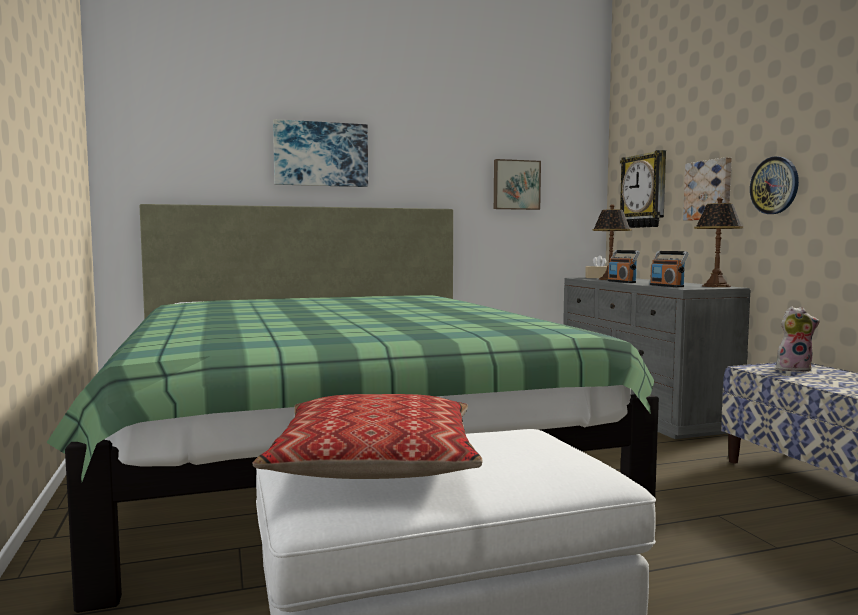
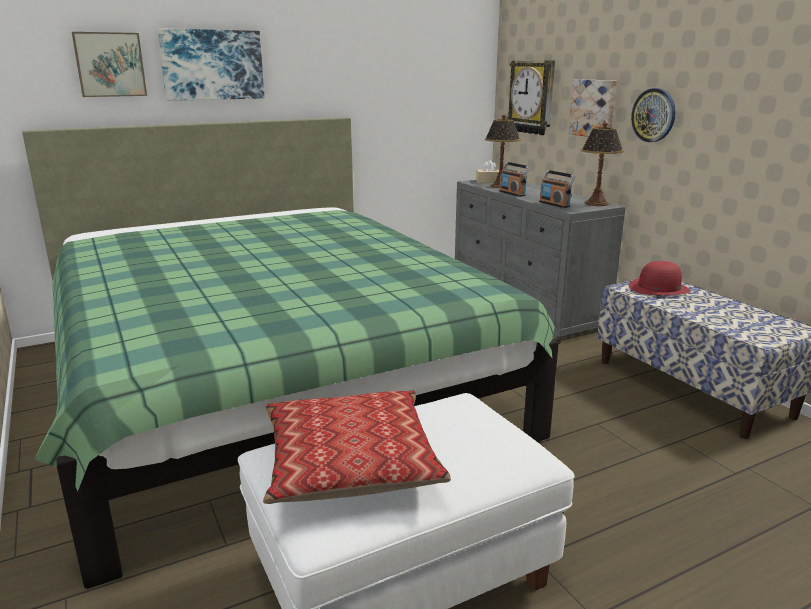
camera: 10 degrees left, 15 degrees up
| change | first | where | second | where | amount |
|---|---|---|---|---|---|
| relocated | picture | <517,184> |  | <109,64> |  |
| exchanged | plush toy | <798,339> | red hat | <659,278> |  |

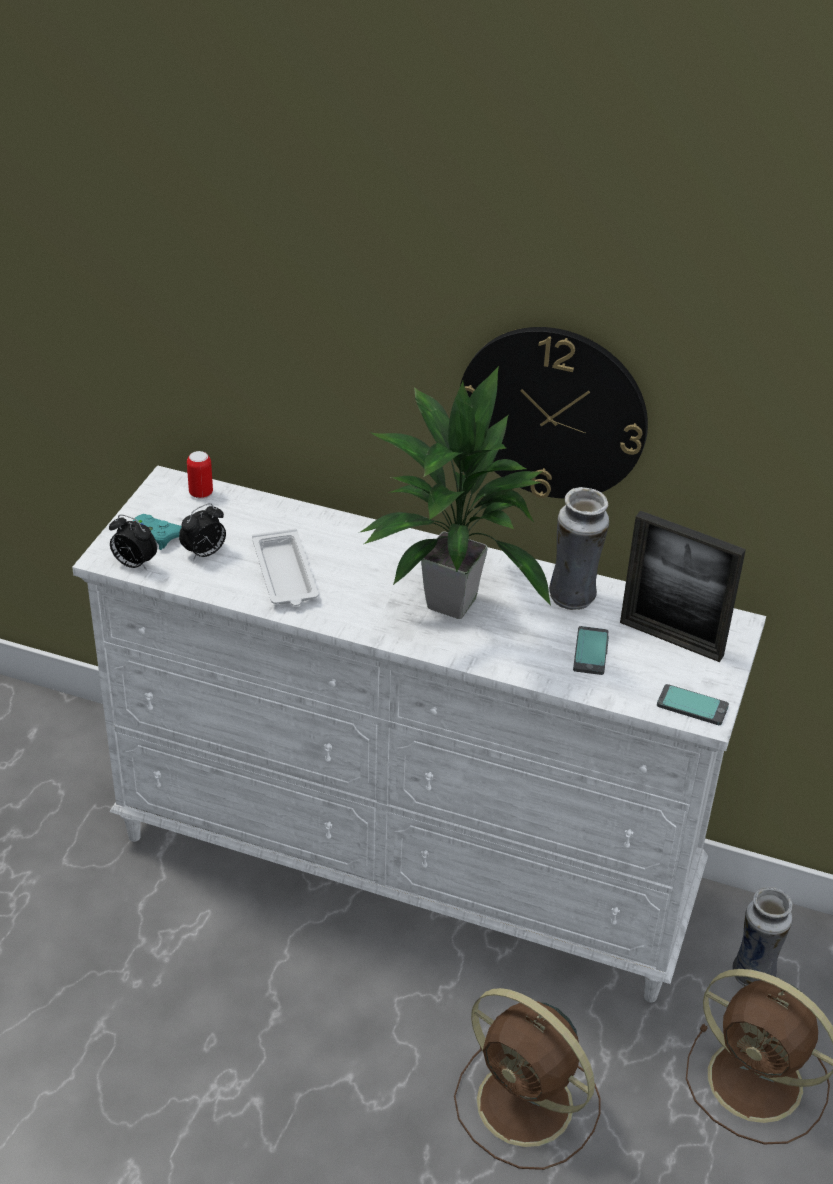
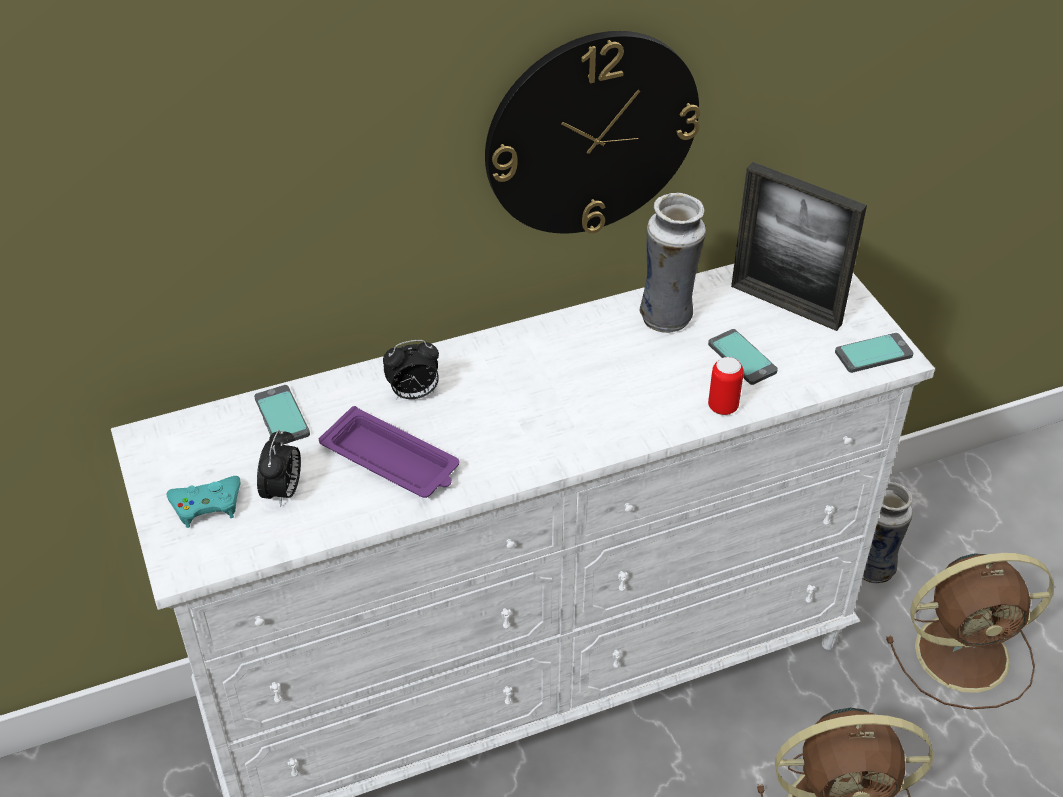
camera: 40 degrees left, 5 degrees up
| change | first | where | second | where | amount |
|---|---|---|---|---|---|
| relocated | alarm clock | <133,543> |  | <411,369> |  |
| relocated | can | <200,475> |  | <726,386> |  |
| colour | white tray | <285,567> | purple tray | <389,452> |  |
| missing | potted plant | <455,492> |  |  |  |
| spun | picture frame | <683,586> |  | <799,246> | 45 degrees clockwise |
| appeared |  |  | phone | <282,415> |  |

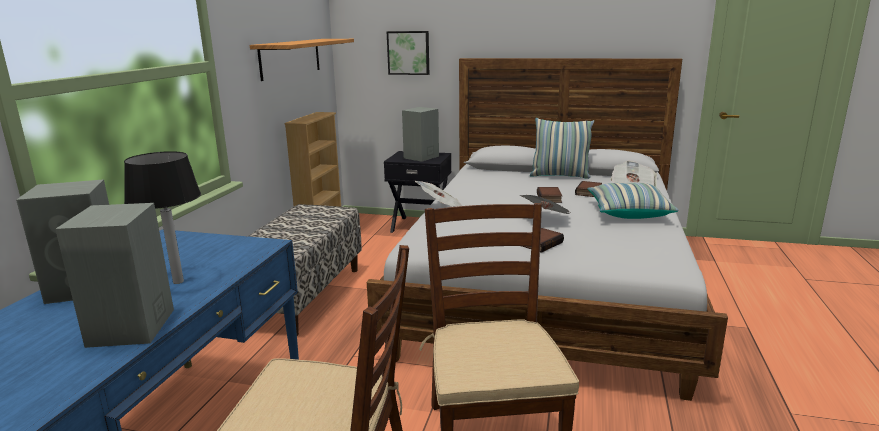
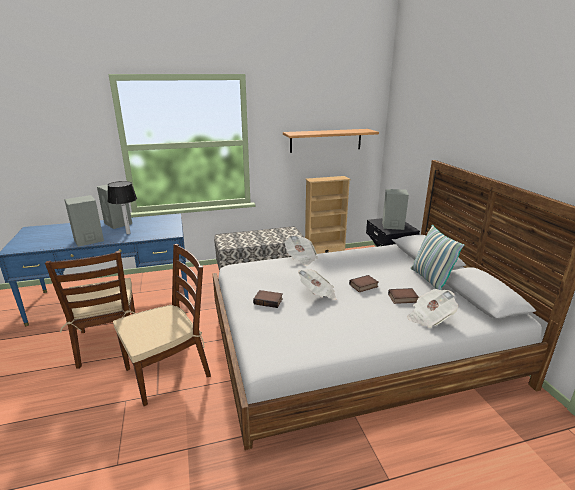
camera: 60 degrees right, 5 degrees up
| change | first | where | second | where | amount |
|---|---|---|---|---|---|
| missing | picture | <408,53> |  |  |  |
| missing | pillow | <633,201> |  |  |  |

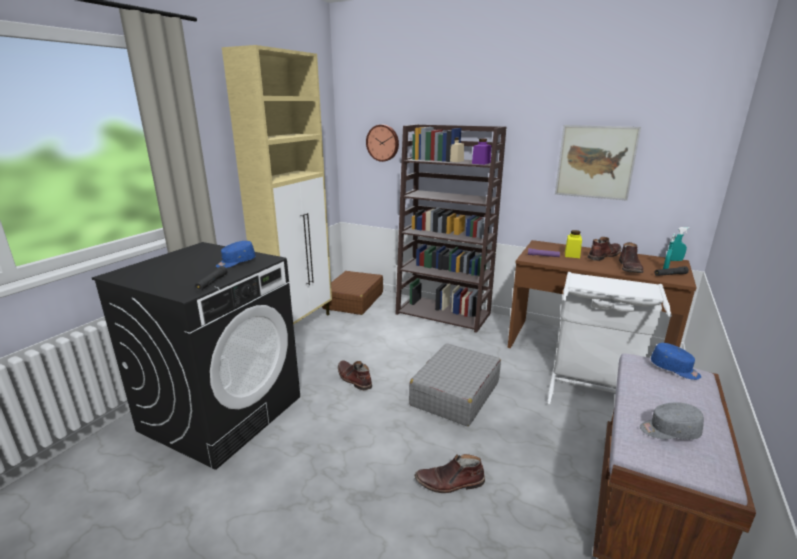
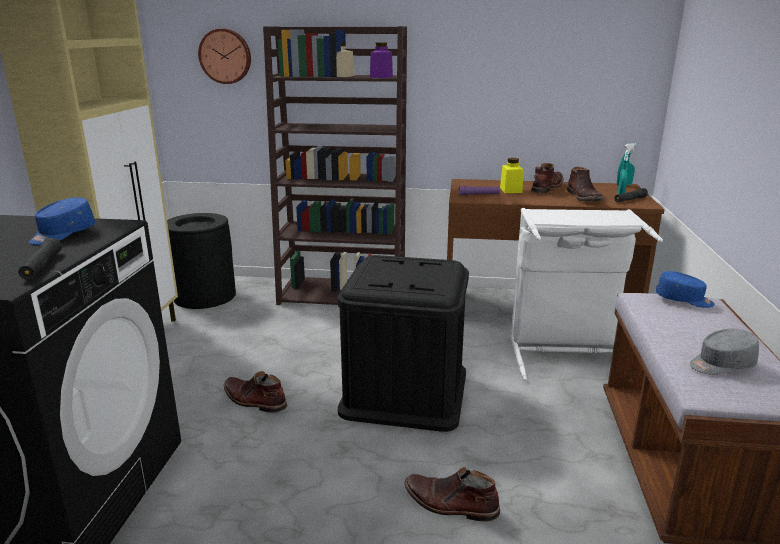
camera: 20 degrees left, 0 degrees up
| change | first | where | second | where | amount |
|---|---|---|---|---|---|
| exchanged | brown suitcase | <352,293> | black trash can | <201,261> |  |
| exchanged | grey suitcase | <455,384> | black storage box | <403,343> |  |
| spun | brown boot | <450,473> |  | <452,494> | 45 degrees clockwise |
| missing | picture | <598,163> |  |  |  |

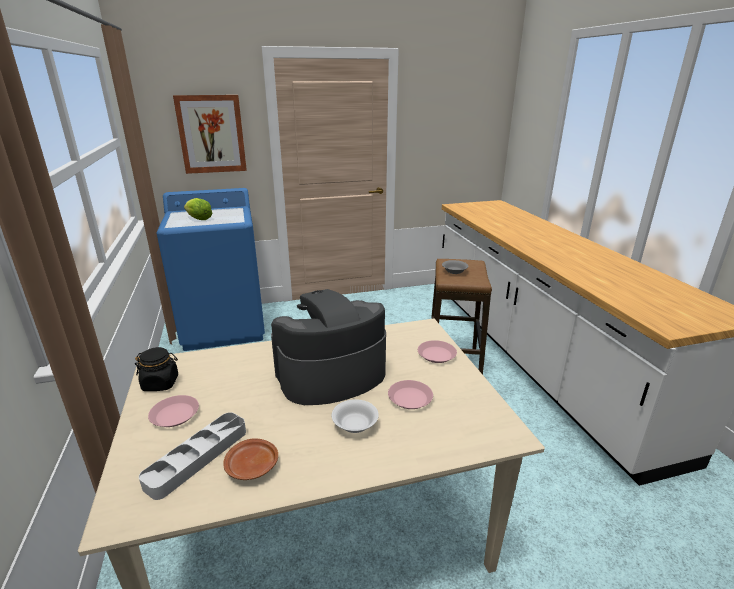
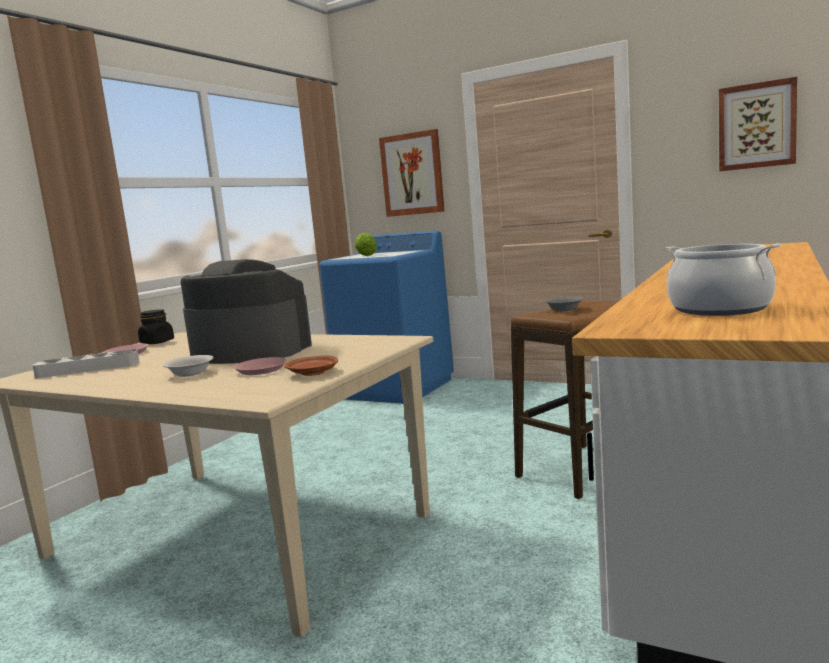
camera: 45 degrees right, 15 degrees down
| change | first | where | second | where | amount |
|---|---|---|---|---|---|
| relocated | brown plate | <250,459> |  | <311,366> |  |
| missing | pink plate | <437,351> |  |  |  |
| appeared |  |  | cooking pot | <722,279> |  |
| appeared |  |  | picture | <758,124> |  |

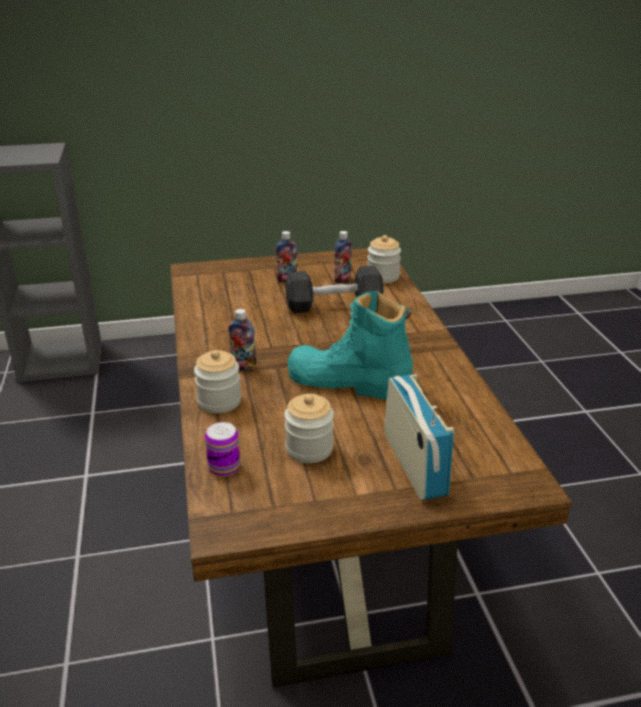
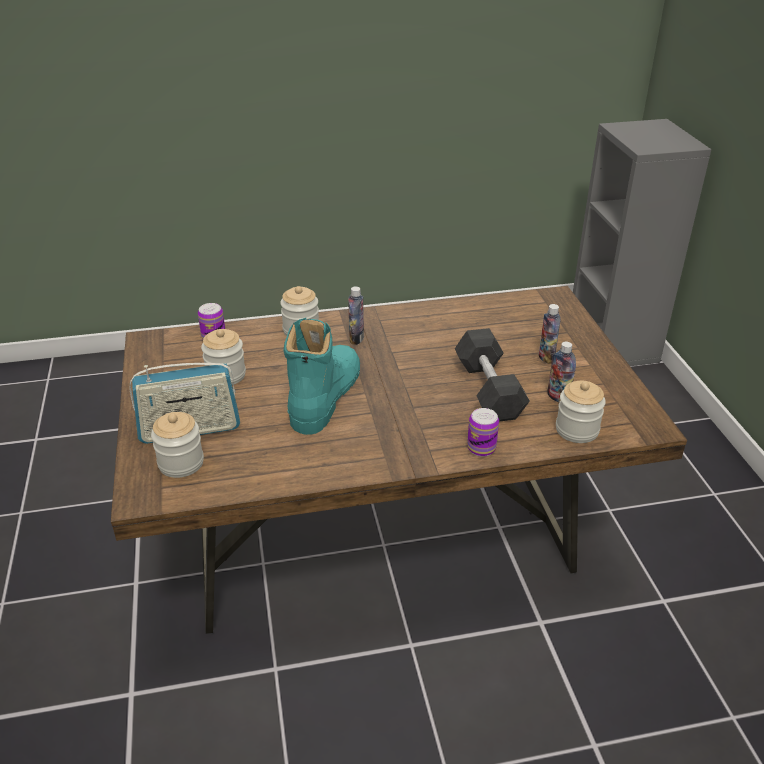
camera: 90 degrees right, 5 degrees up
| change | first | where | second | where | amount |
|---|---|---|---|---|---|
| appeared |  |  | jar | <177,445> |  |
| appeared |  |  | can | <483,432> |  |

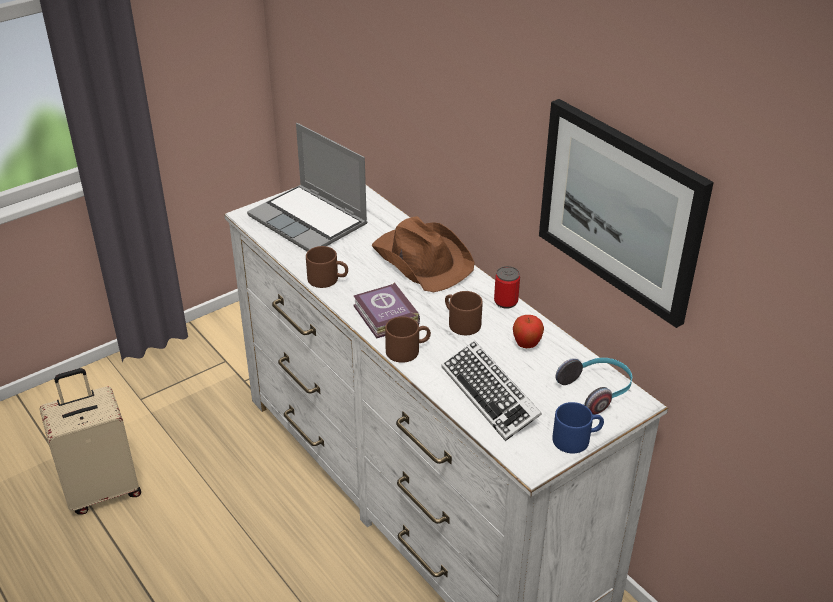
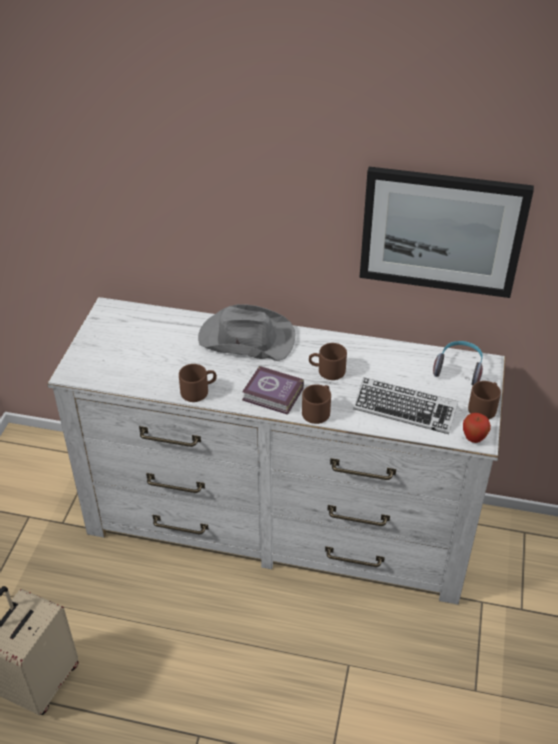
camera: 40 degrees left, 5 degrees up
| change | first | where | second | where | amount |
|---|---|---|---|---|---|
| missing | laptop | <307,187> |  |  |  |
| colour | brown hat | <423,254> | grey hat | <247,332> |  |
| missing | can | <507,287> |  |  |  |
| relocated | apple | <528,331> |  | <477,428> |  |
| colour | blue mug | <578,428> | brown mug | <484,400> |  |

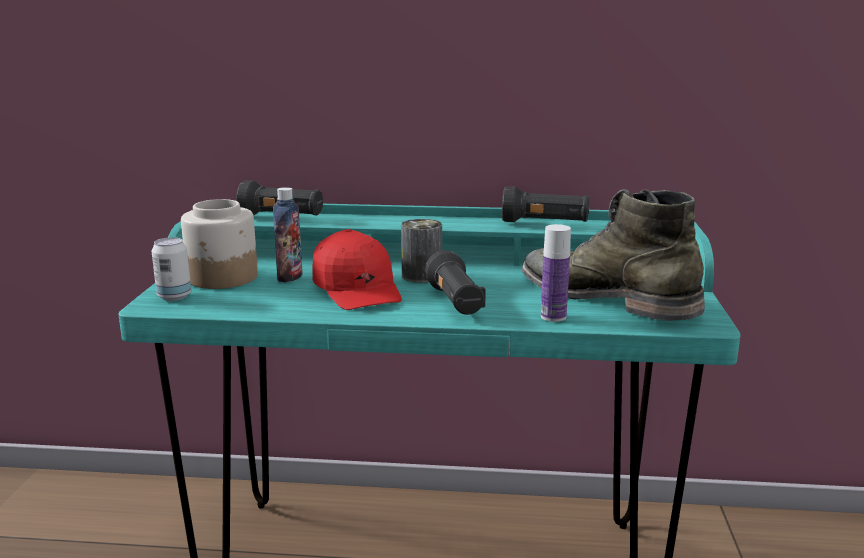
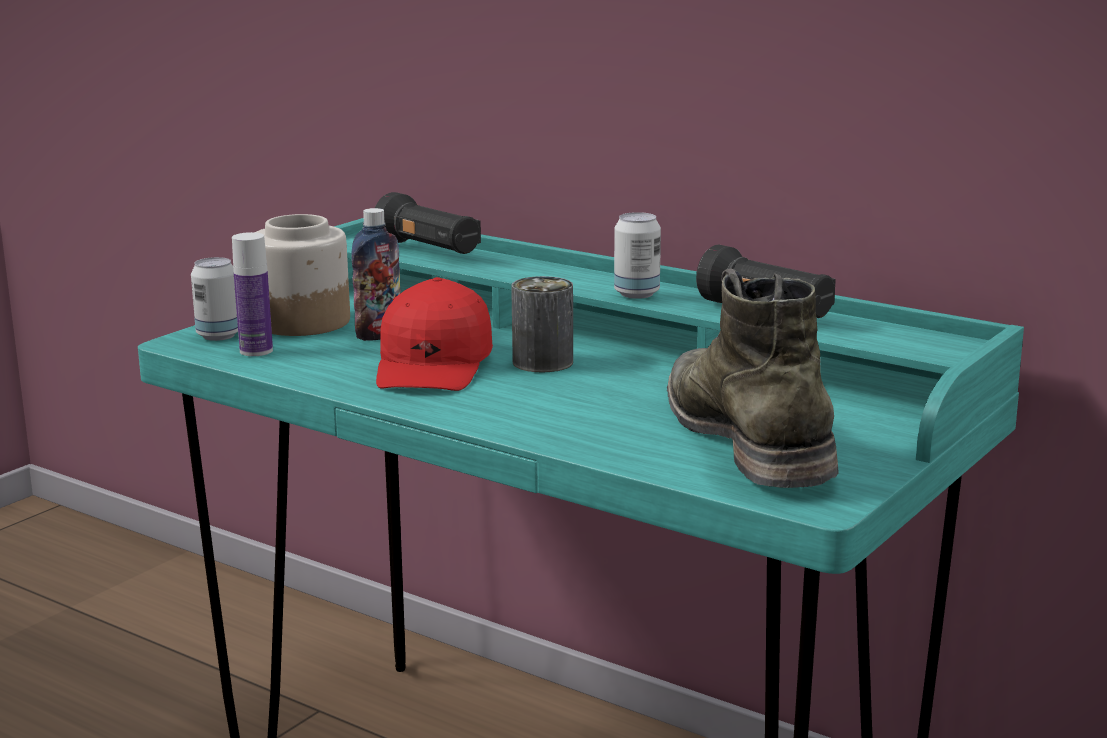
camera: 30 degrees right, 0 degrees up
| change | first | where | second | where | amount |
|---|---|---|---|---|---|
| missing | black flashlight | <455,282> |  |  |  |
| relocated | bottle | <556,273> |  | <252,294> |  |
| appeared |  |  | can | <637,255> |  |

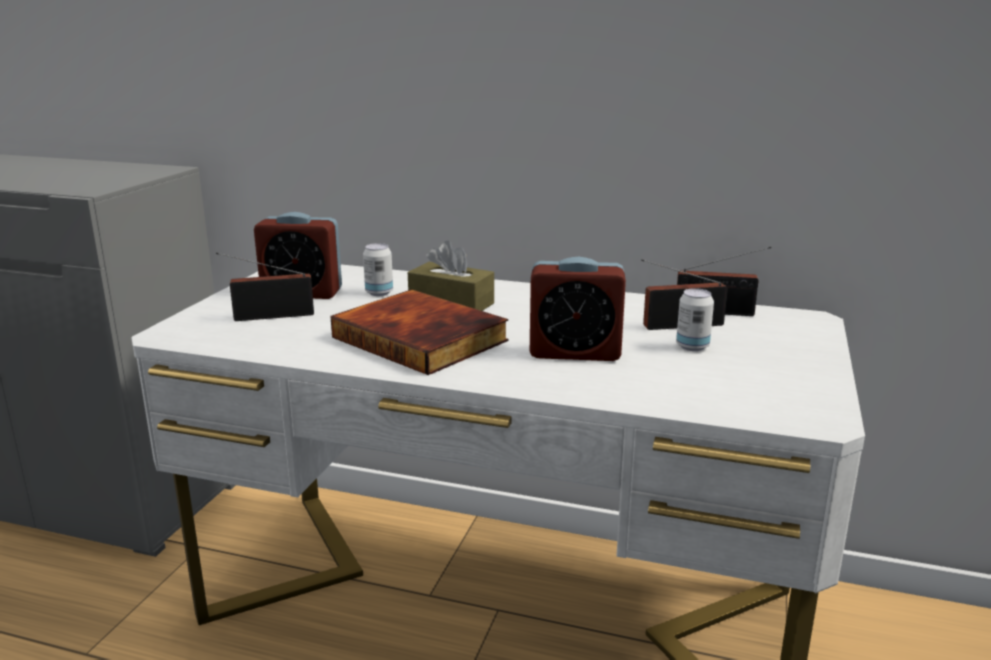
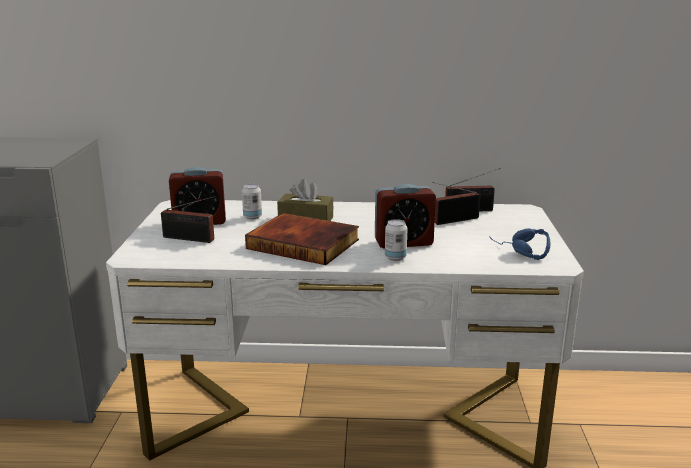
camera: 15 degrees left, 0 degrees up
| change | first | where | second | where | amount |
|---|---|---|---|---|---|
| spun | radio | <265,286> |  | <188,219> | 135 degrees counterclockwise |
| relocated | can | <695,319> |  | <396,240> |  |
| appeared |  |  | blue headphones | <520,244> |  |

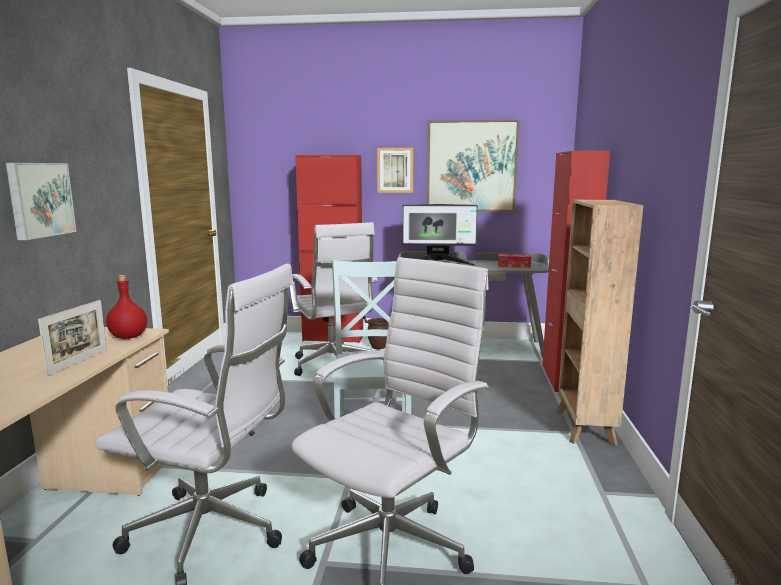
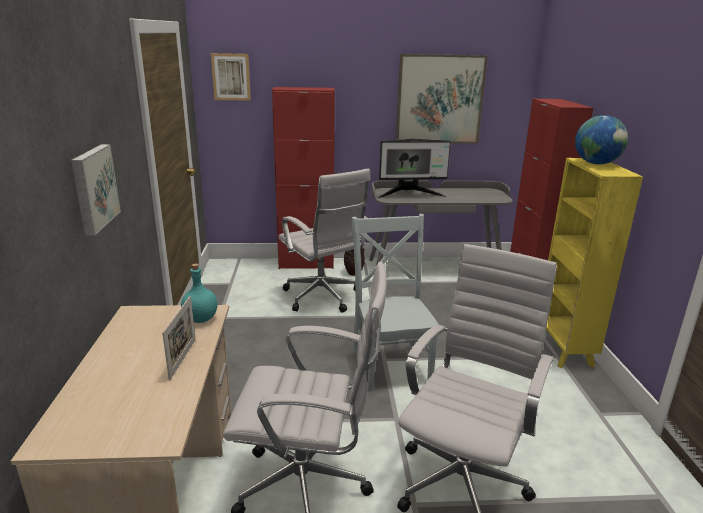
camera: 10 degrees left, 10 degrees up
| change | first | where | second | where | amount |
|---|---|---|---|---|---|
| colour | red bottle | <126,307> | turquoise bottle | <199,293> |  |
| relocated | picture | <395,170> |  | <231,77> |  |
| missing | tissue box | <514,261> |  |  |  |
| colour | brown bookcase | <599,323> | yellow bookcase | <594,263> |  |
| appeared |  |  | globe | <601,140> |  |

